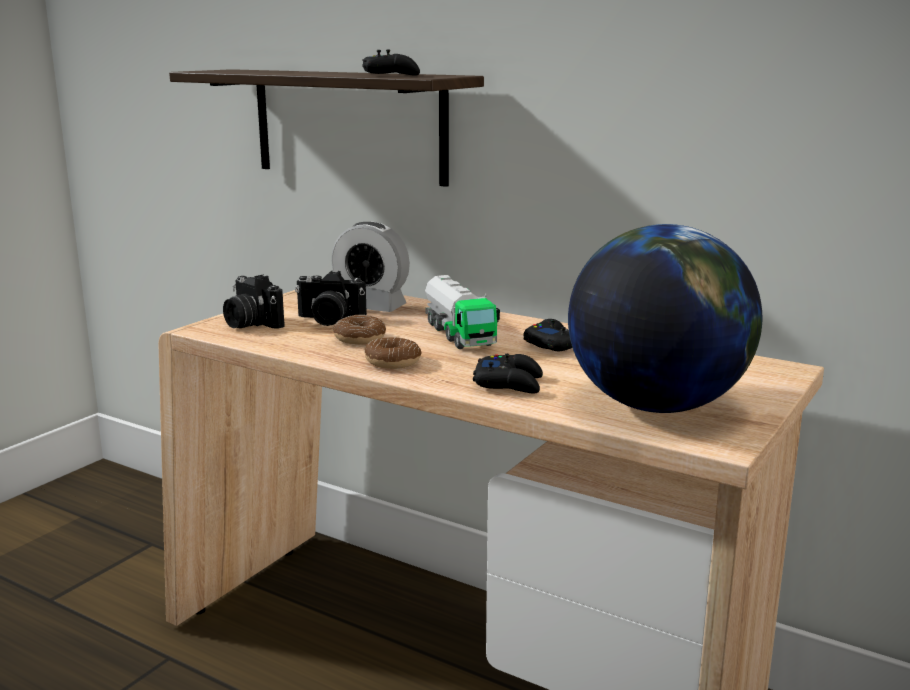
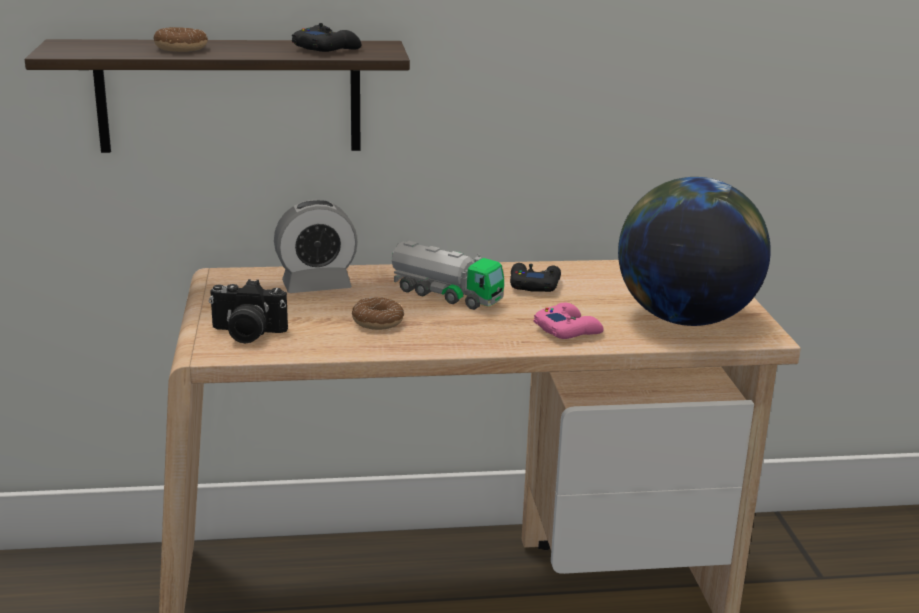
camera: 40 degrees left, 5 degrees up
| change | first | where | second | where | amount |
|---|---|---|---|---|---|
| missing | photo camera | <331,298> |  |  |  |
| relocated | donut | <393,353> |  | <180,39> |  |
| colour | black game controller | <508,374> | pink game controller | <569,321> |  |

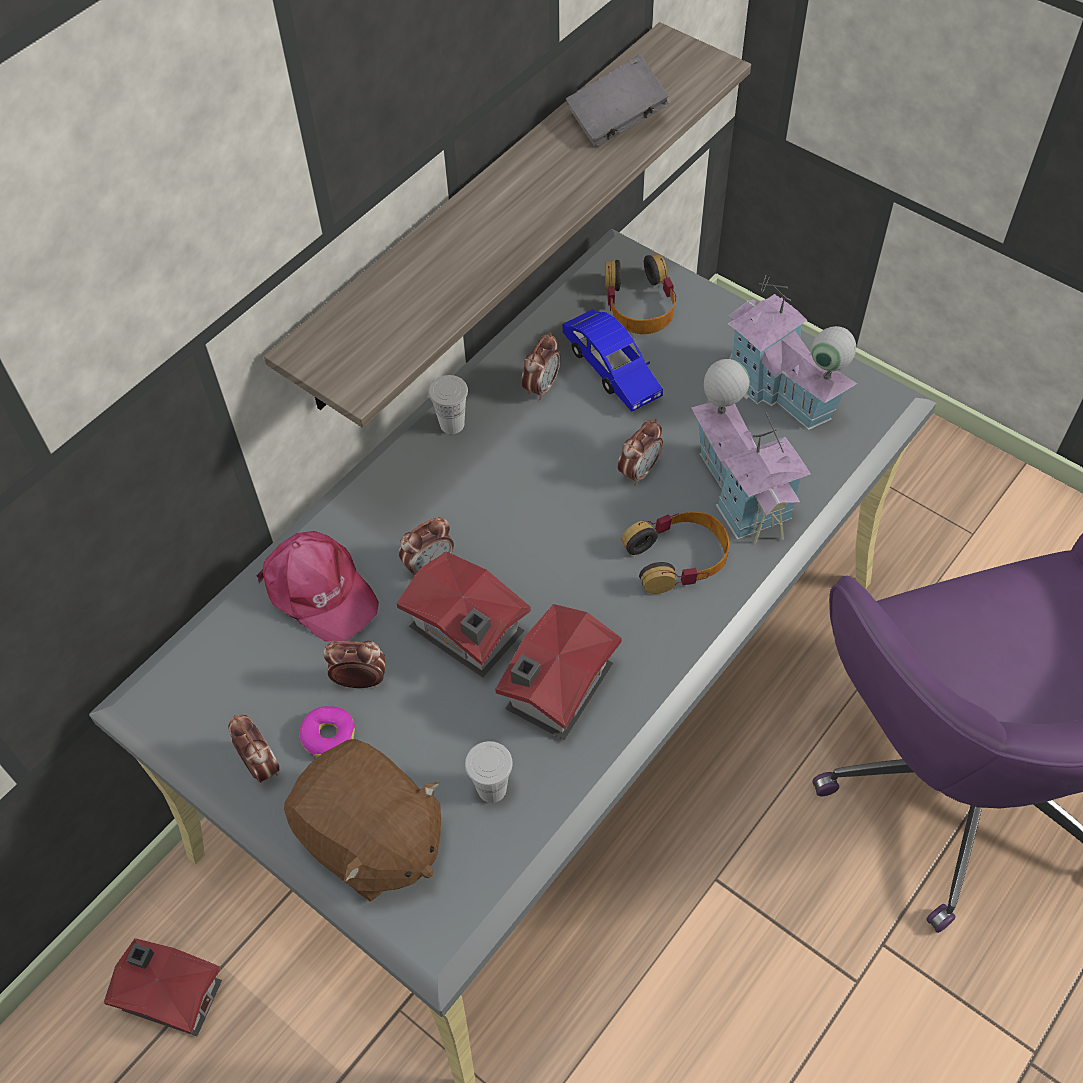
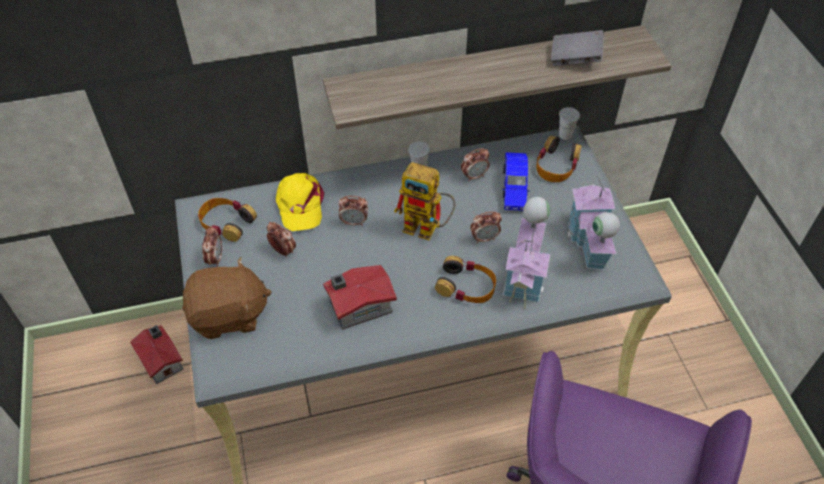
camera: 35 degrees right, 5 degrees down
| change | first | where | second | where | amount |
|---|---|---|---|---|---|
| colour | pink cap | <318,586> | yellow cap | <300,202> |  |
| spun | brown plush toy | <362,820> |  | <227,298> | 90 degrees counterclockwise |
| missing | donut | <327,731> |  |  |  |
| missing | toy house | <463,615> |  |  |  |
| relocated | white cup | <489,772> |  | <569,123> |  |
| appeared |  |  | headphones | <227,220> |  |
| appeared |  |  | toy robot | <424,201> |  |

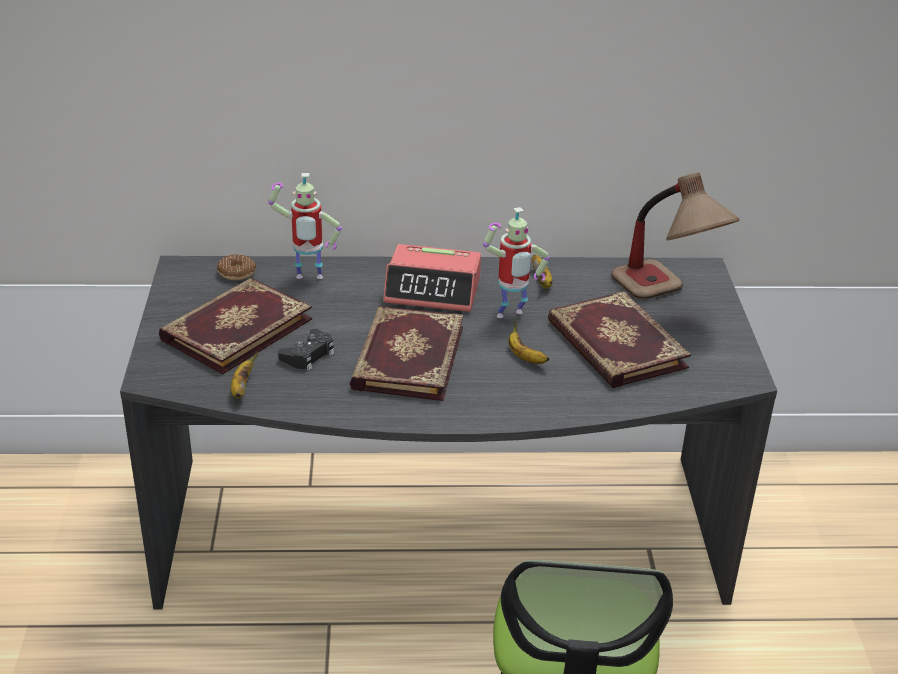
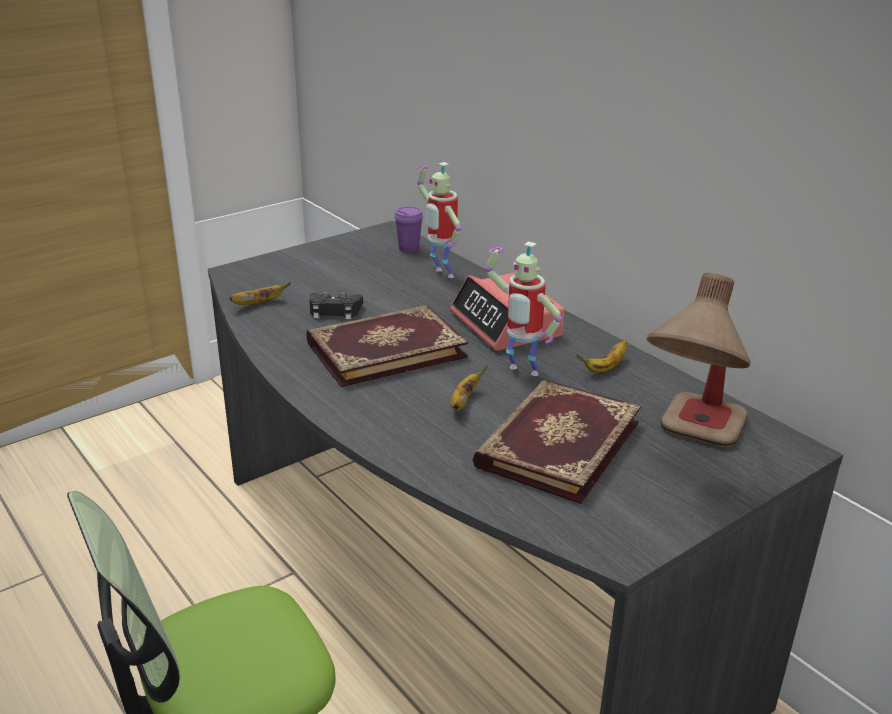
camera: 55 degrees right, 5 degrees down
| change | first | where | second | where | amount |
|---|---|---|---|---|---|
| missing | book | <235,326> |  |  |  |
| exchanged | donut | <236,267> | purple cup | <408,230> |  |

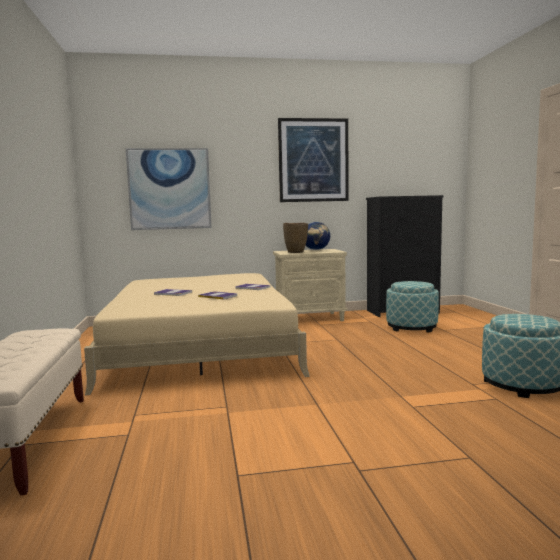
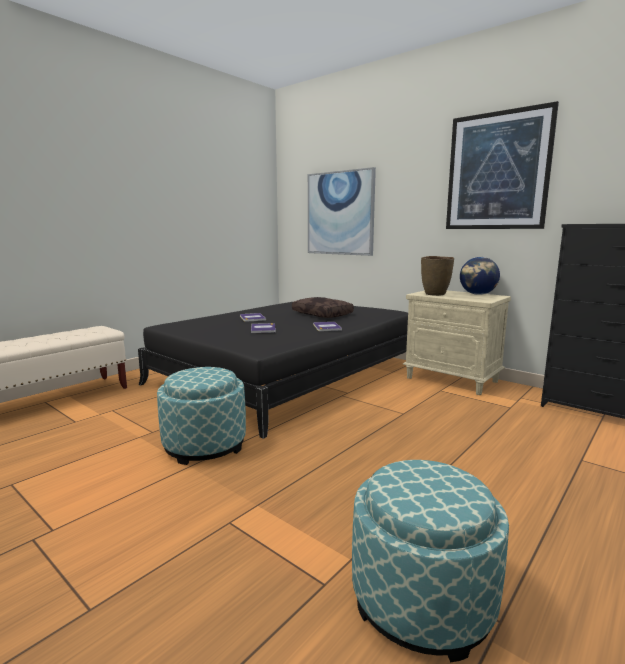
camera: 50 degrees right, 5 degrees up
| change | first | where | second | where | amount |
|---|---|---|---|---|---|
| colour | beige bed | <197,334> | black bed | <273,370> |  |
| relocated | ottoman | <412,306> |  | <201,416> |  |
| appeared |  |  | brown pillow | <323,307> |  |

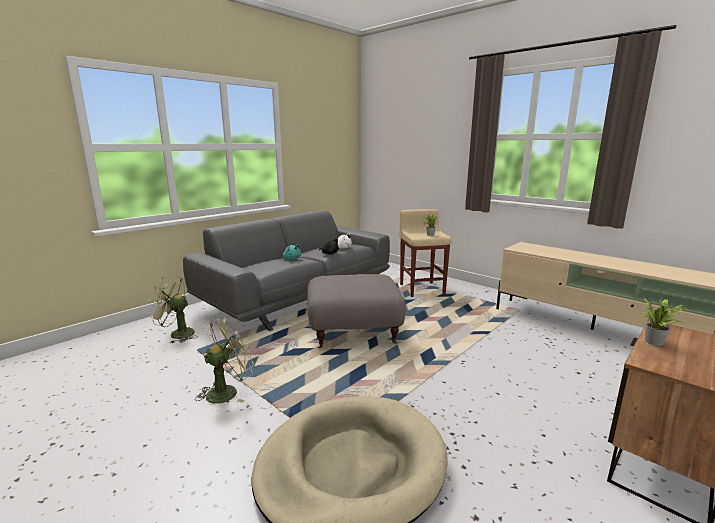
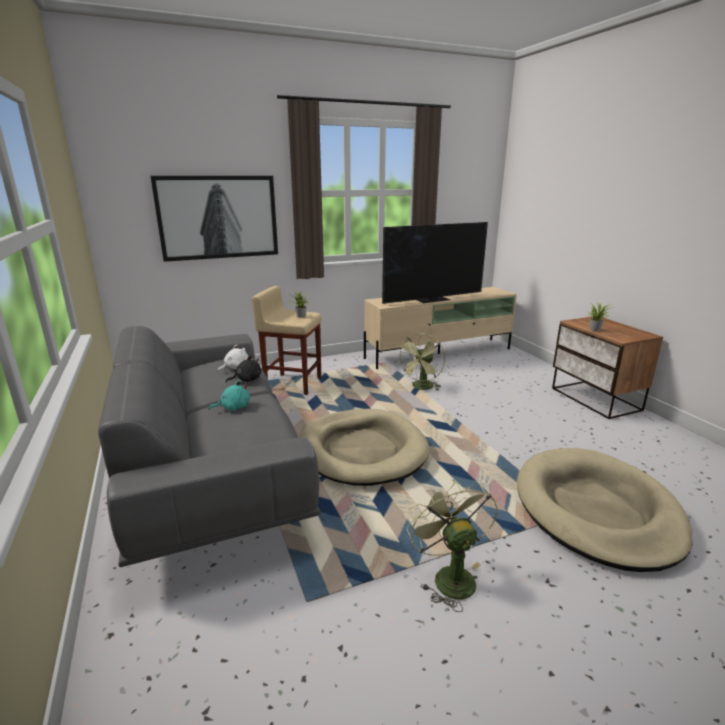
camera: 65 degrees left, 5 degrees up
| change | first | where | second | where | amount |
|---|---|---|---|---|---|
| relocated | green fan | <173,309> |  | <421,362> |  |
| exchanged | grey ottoman | <356,311> | beige dog bed | <364,447> |  |
| appeared |  |  | picture | <214,219> |  |
| appeared |  |  | television | <435,263> |  |

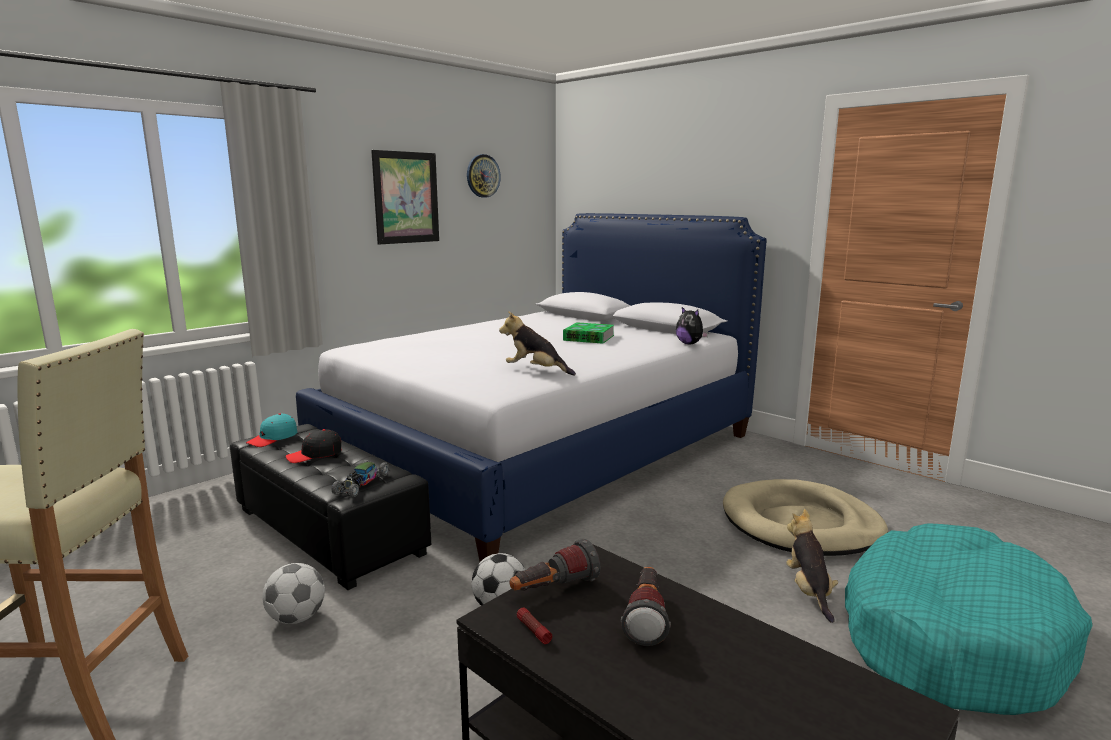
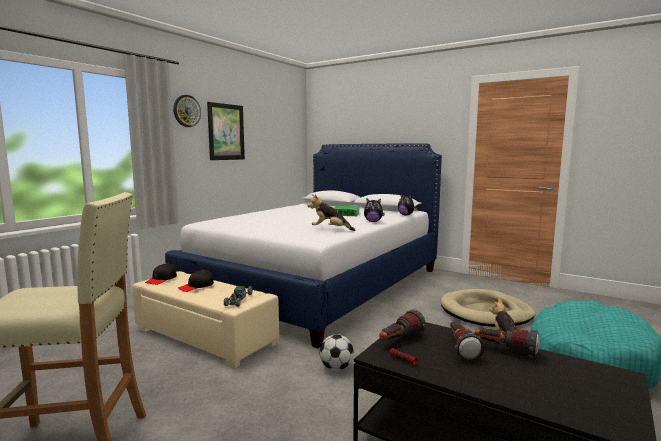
camera: 10 degrees left, 5 degrees down
| change | first | where | second | where | amount |
|---|---|---|---|---|---|
| colour | black ottoman | <330,507> | beige ottoman | <205,319> |  |
| colour | turquoise cap | <271,430> | black cap | <161,274> |  |
| missing | football | <294,593> |  |  |  |
| relocated | wall clock | <484,176> |  | <187,111> |  |
| appeared |  |  | plush toy | <374,210> |  |
| appeared |  |  | flashlight | <507,343> |  |

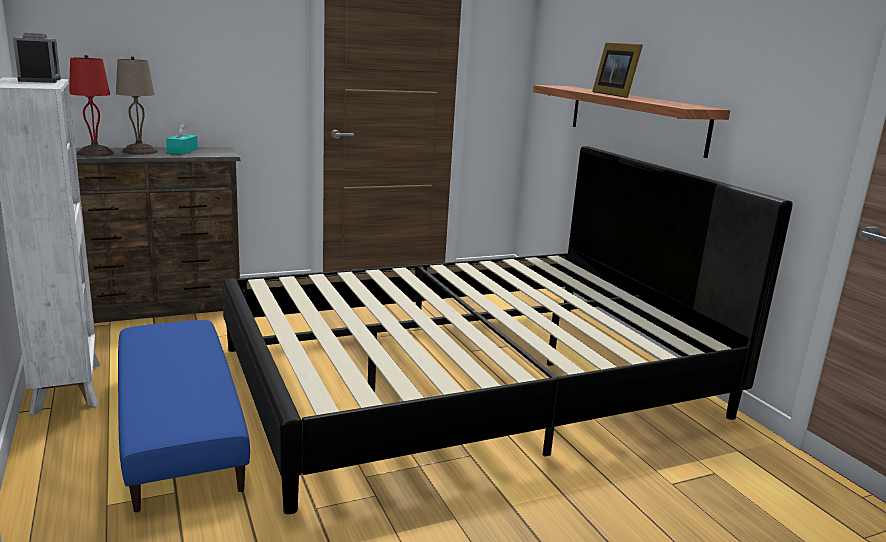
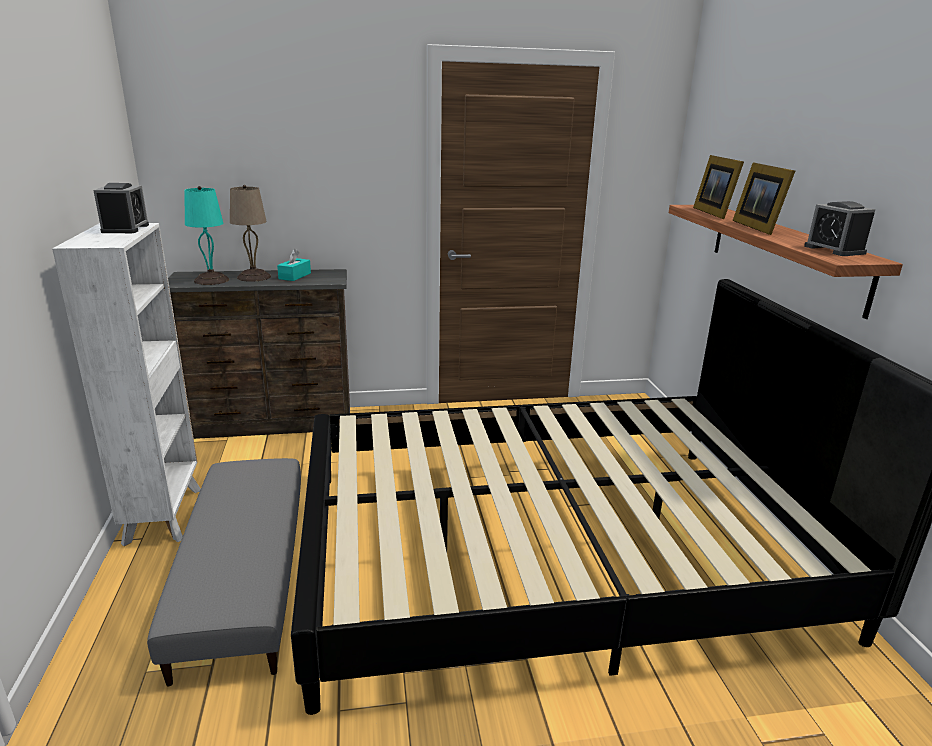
camera: 15 degrees right, 5 degrees up
| change | first | where | second | where | amount |
|---|---|---|---|---|---|
| colour | red table lamp | <92,106> | turquoise table lamp | <206,235> |  |
| colour | blue ottoman | <184,416> | grey ottoman | <224,572> |  |
| appeared |  |  | picture frame | <718,187> |  |
| appeared |  |  | alarm clock | <839,228> |  |

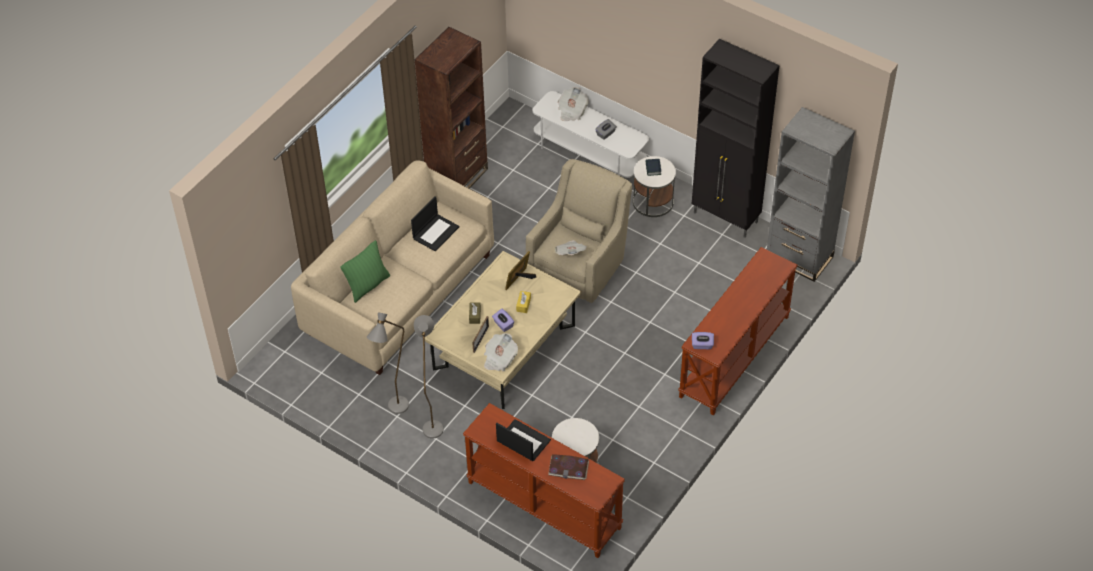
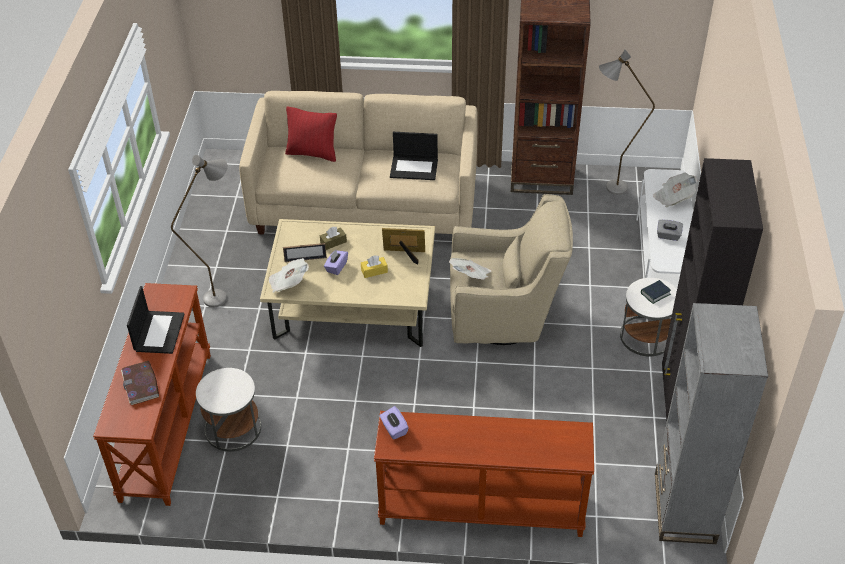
camera: 60 degrees right, 5 degrees down
| change | first | where | second | where | amount |
|---|---|---|---|---|---|
| colour | green pillow | <365,271> | red pillow | <311,134> |  |
| relocated | grey floor lamp | <388,363> |  | <627,122> |  |

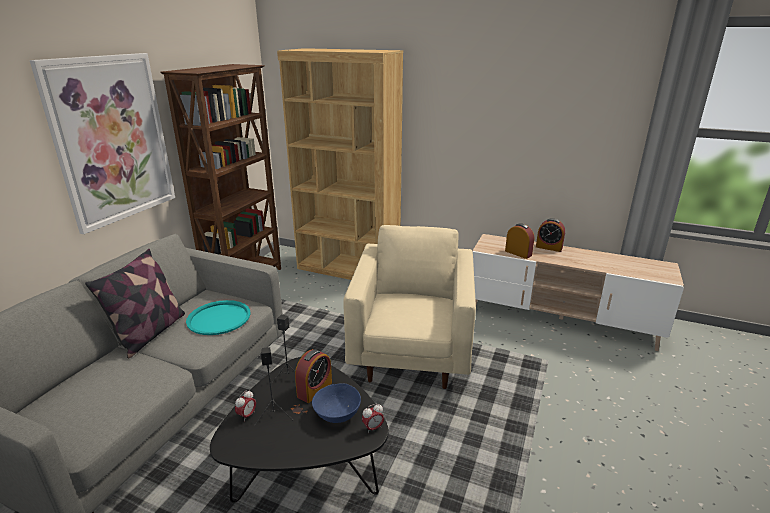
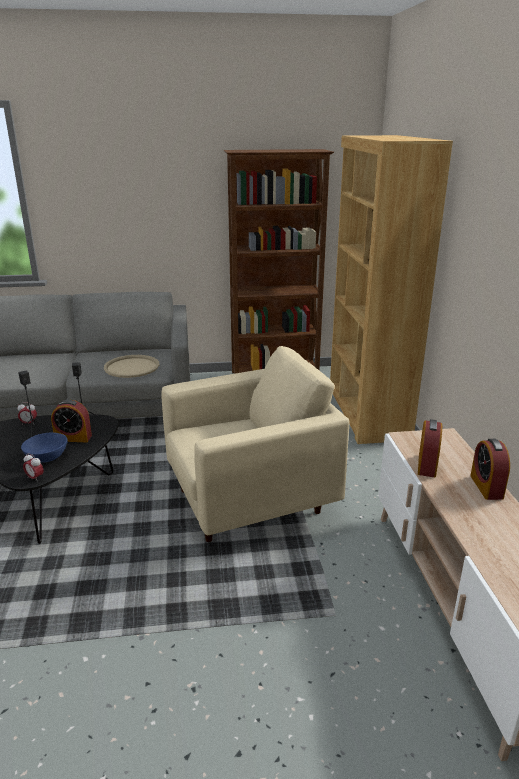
camera: 60 degrees right, 0 degrees up
| change | first | where | second | where | amount |
|---|---|---|---|---|---|
| missing | picture | <102,143> |  |  |  |
| missing | pillow | <135,304> |  |  |  |
| colour | turquoise tray | <218,317> | beige tray | <131,366> |  |

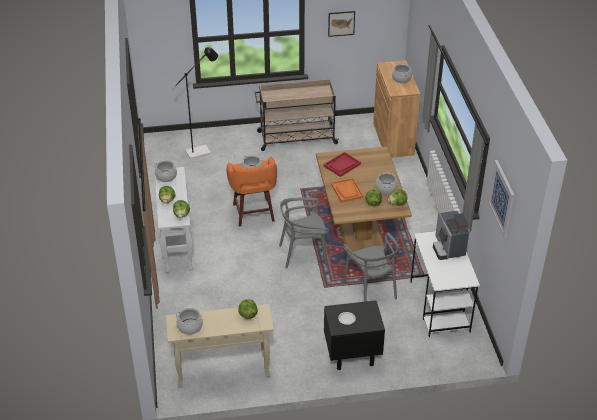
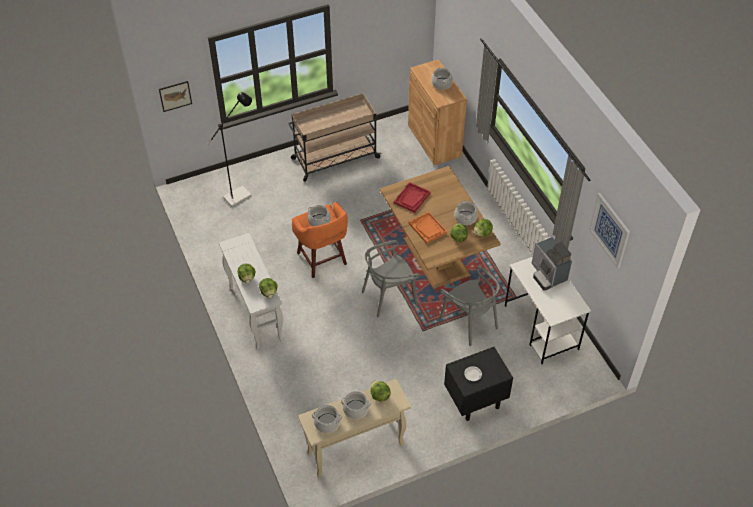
camera: 15 degrees left, 10 degrees up
| change | first | where | second | where | amount |
|---|---|---|---|---|---|
| relocated | cooking pot | <165,171> |  | <356,405> |  |
| relocated | picture | <341,24> |  | <175,96> |  |

